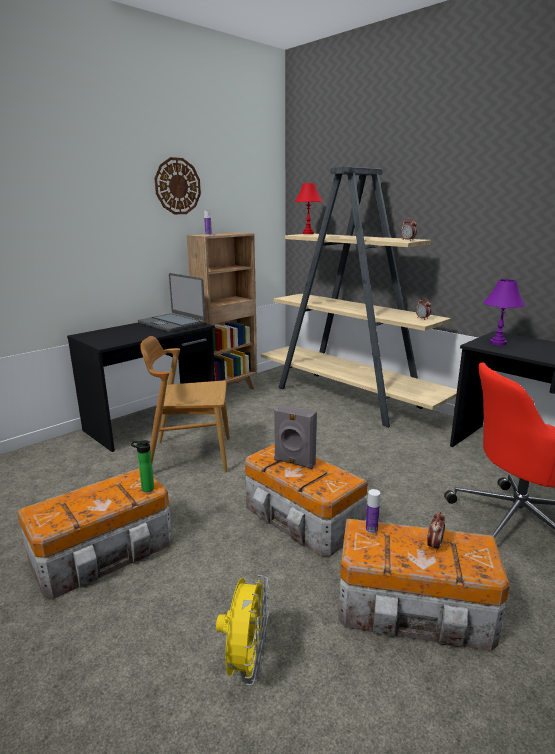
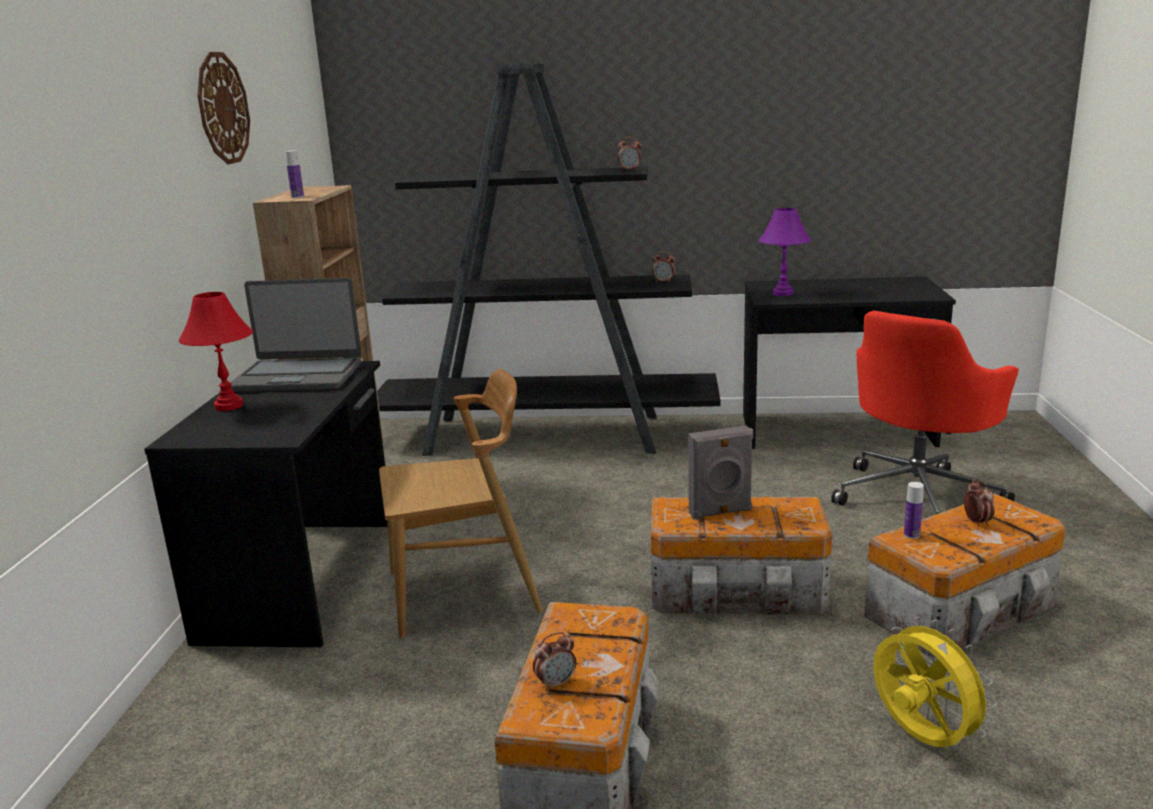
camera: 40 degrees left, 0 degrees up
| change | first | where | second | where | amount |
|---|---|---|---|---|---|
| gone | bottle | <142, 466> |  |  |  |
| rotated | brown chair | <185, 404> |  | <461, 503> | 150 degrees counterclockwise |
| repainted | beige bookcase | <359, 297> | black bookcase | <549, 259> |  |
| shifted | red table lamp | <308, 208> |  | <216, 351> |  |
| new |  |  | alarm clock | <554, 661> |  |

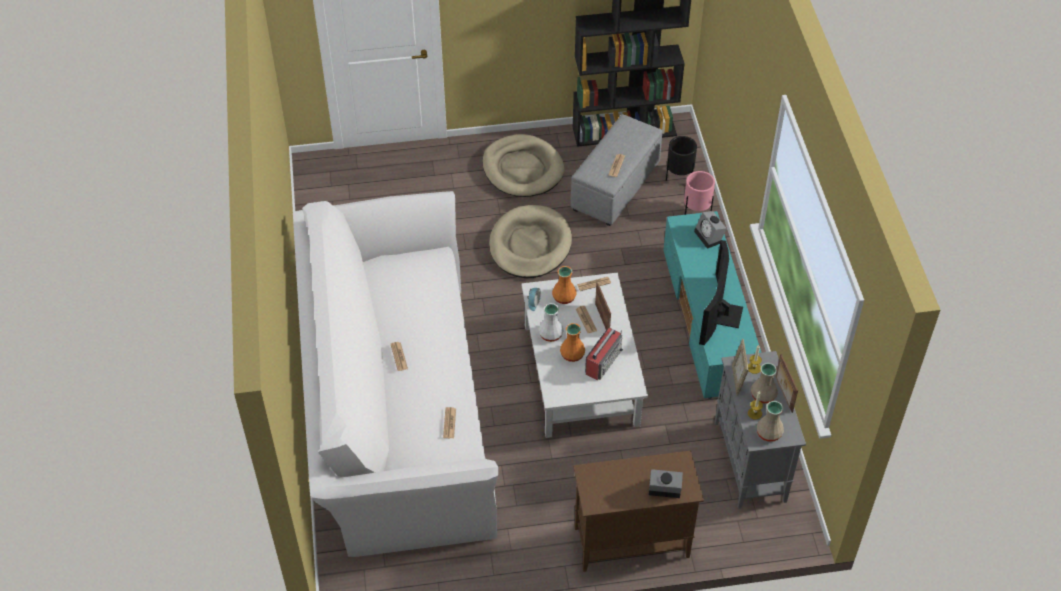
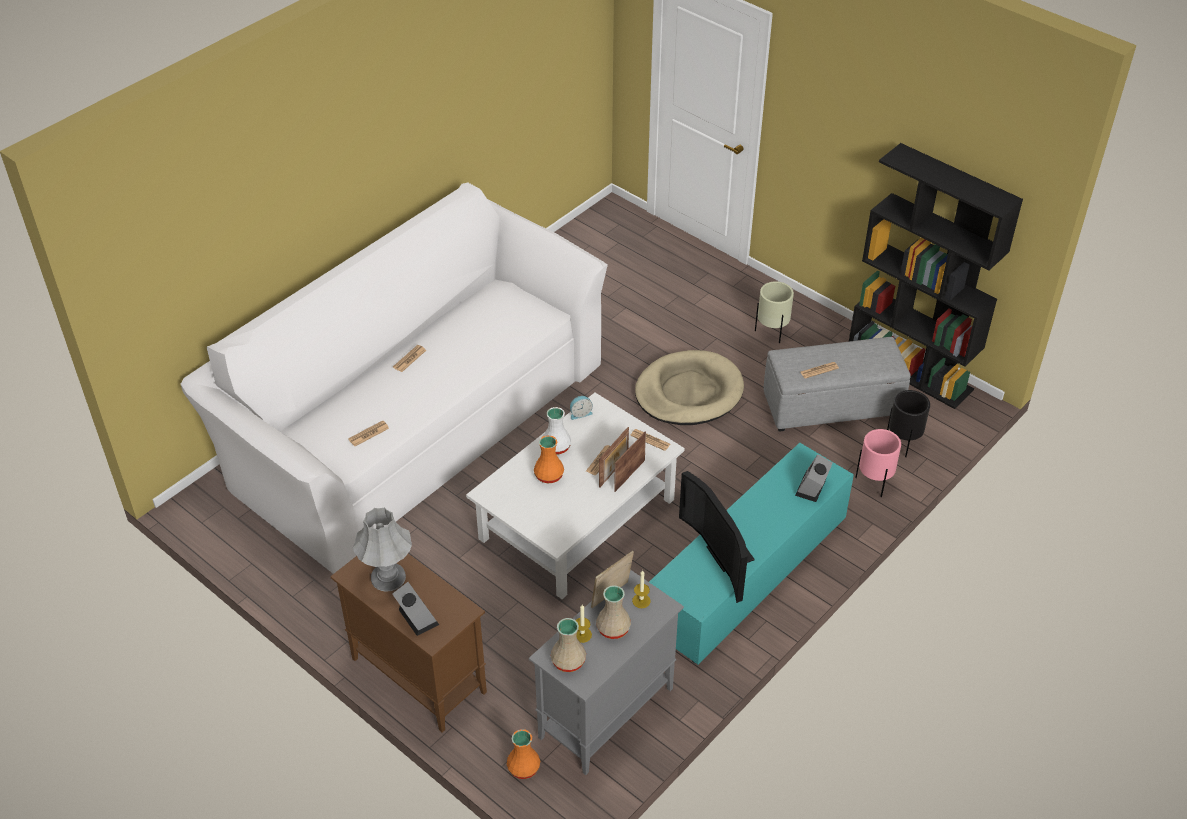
camera: 50 degrees right, 5 degrees down
| change | first | where | second | where | amount |
|---|---|---|---|---|---|
| swapped | beige dog bed | <523, 165> | beige planter | <774, 312> |  |
| shifted | orange vase | <564, 285> |  | <523, 754> |  |
| gone | radio | <604, 354> |  |  |  |
| rotated | television | <721, 292> |  | <717, 537> | 90 degrees counterclockwise |
| shifted | picture frame | <786, 383> |  | <630, 462> |  |
| new |  |  | grey table lamp | <382, 549> |  |

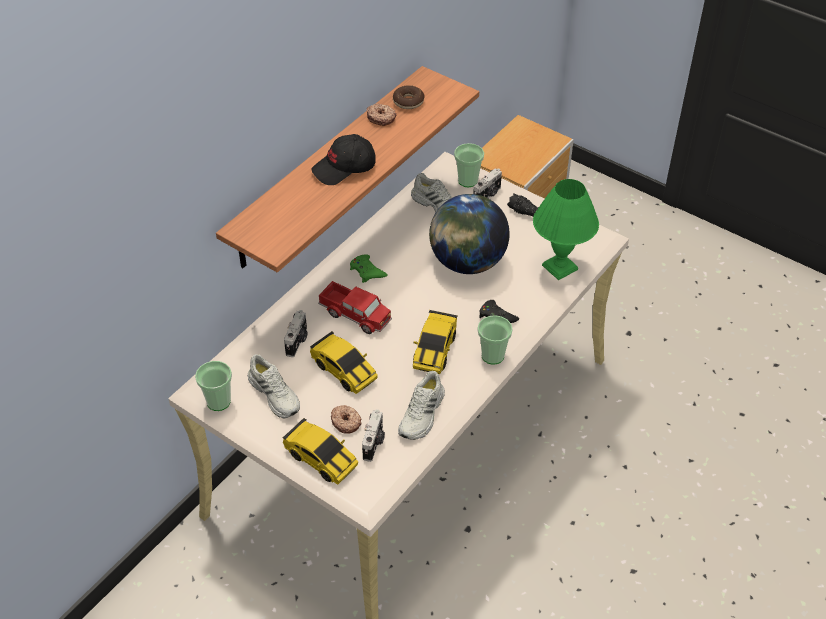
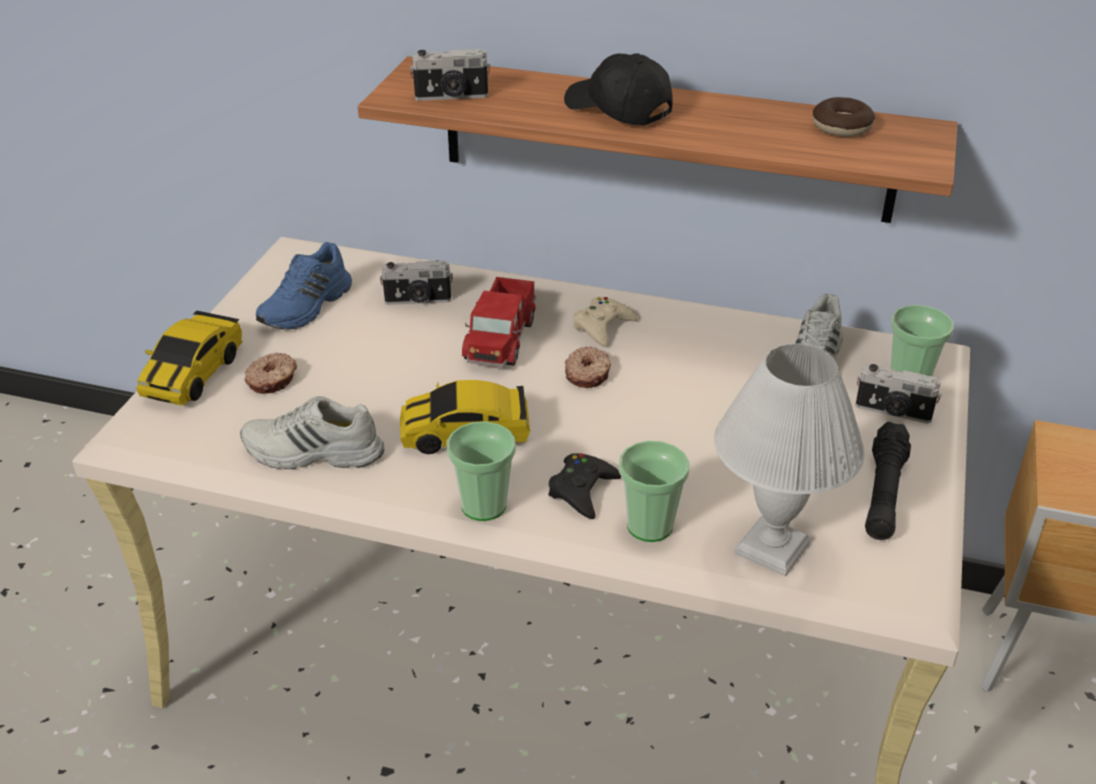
camera: 70 degrees right, 10 degrees down
| change | first | where | second | where | amount |
|---|---|---|---|---|---|
| shifted | cup | <213, 386> |  | <654, 491> |  |
| repainted | white shoe | <274, 386> | blue shoe | <304, 285> |  |
| gone | toy car | <344, 362> |  |  |  |
| repainted | green game controller | <369, 268> | beige game controller | <605, 322> |  |
| shifted | photo camera | <373, 435> |  | <450, 75> |  |
| shifted | donut | <381, 114> |  | <588, 367> |  |
| gone | globe | <469, 234> |  |  |  |
| repainted | green table lamp | <566, 229> | white table lamp | <789, 460> |  |

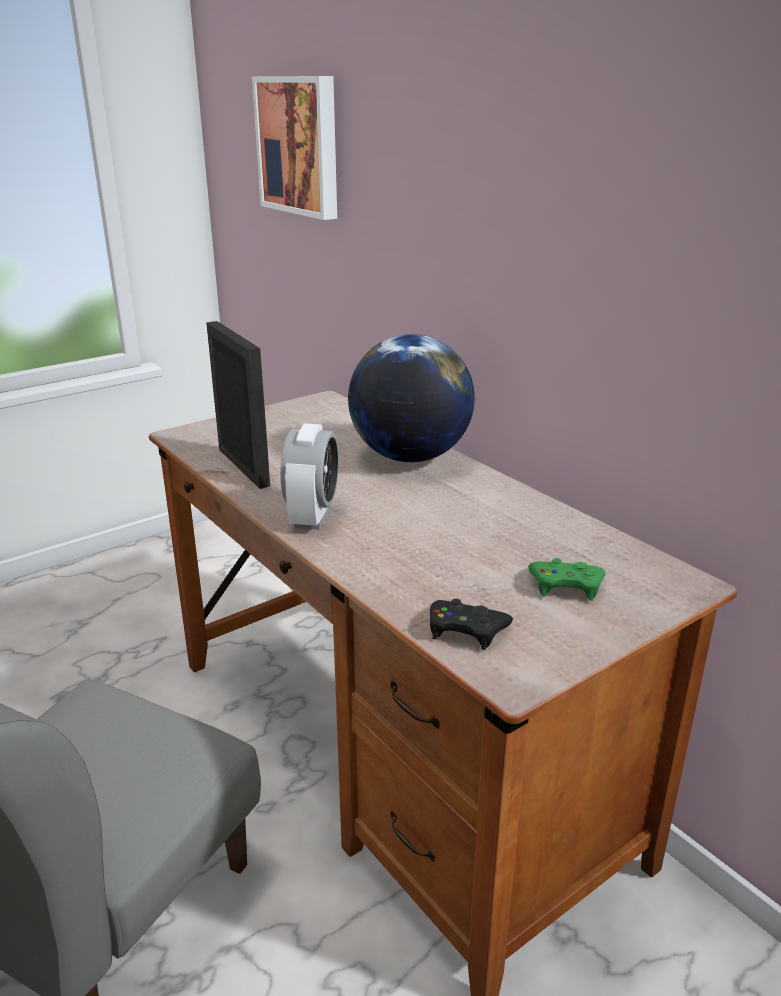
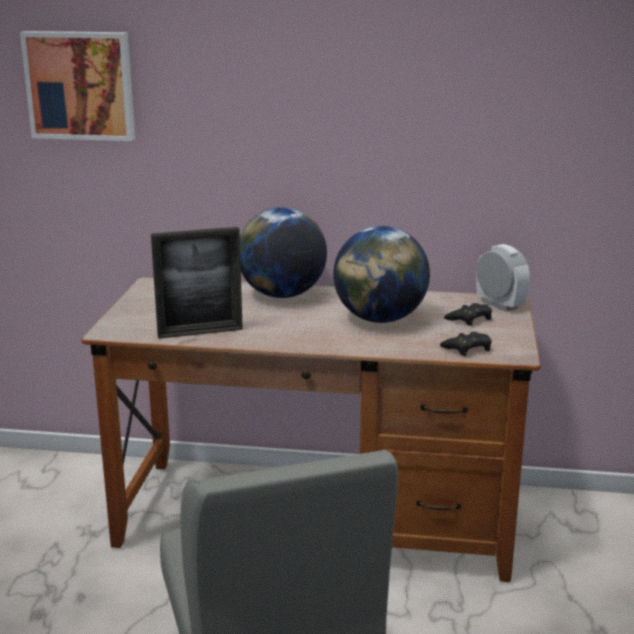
camera: 45 degrees left, 5 degrees down
| change | first | where | second | where | amount |
|---|---|---|---|---|---|
| rotated | picture frame | <238, 405> |  | <197, 283> | 150 degrees clockwise |
| shifted | alarm clock | <309, 476> |  | <503, 278> |  |
| repainted | green game controller | <567, 579> | black game controller | <468, 314> |  |
| new |  |  | globe | <381, 274> |  |

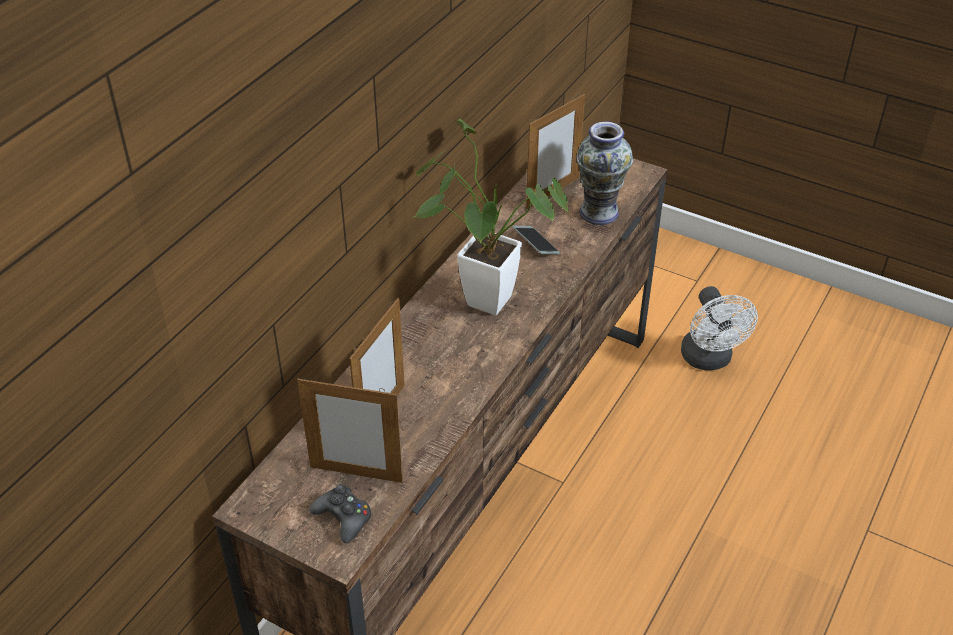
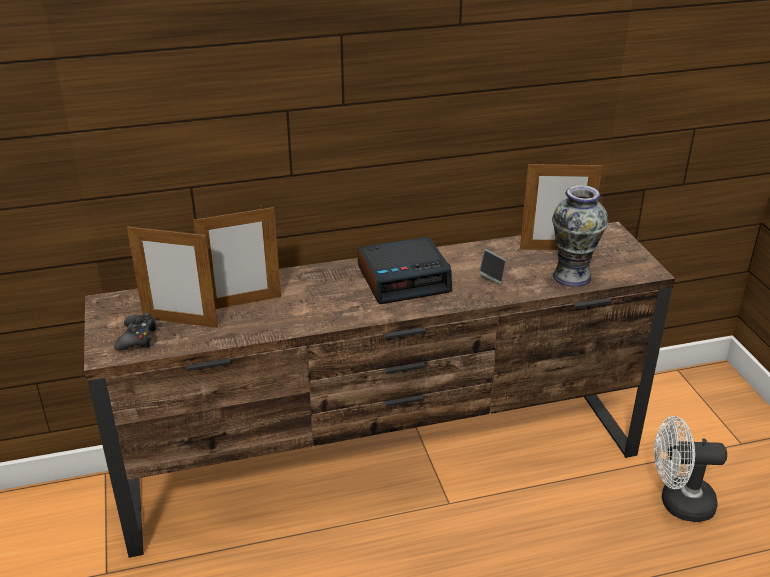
camera: 45 degrees right, 10 degrees down
| change | first | where | second | where | amount |
|---|---|---|---|---|---|
| rotated | picture frame | <350, 430> |  | <172, 276> | 45 degrees counterclockwise |
| swapped | potted plant | <491, 217> | alarm clock | <404, 270> |  |
| rotated | white fan | <719, 328> |  | <690, 469> | 60 degrees clockwise |

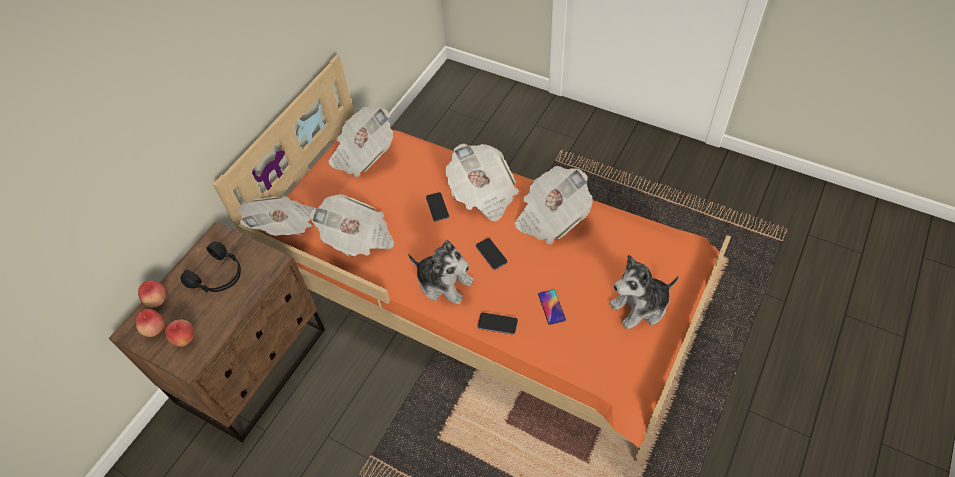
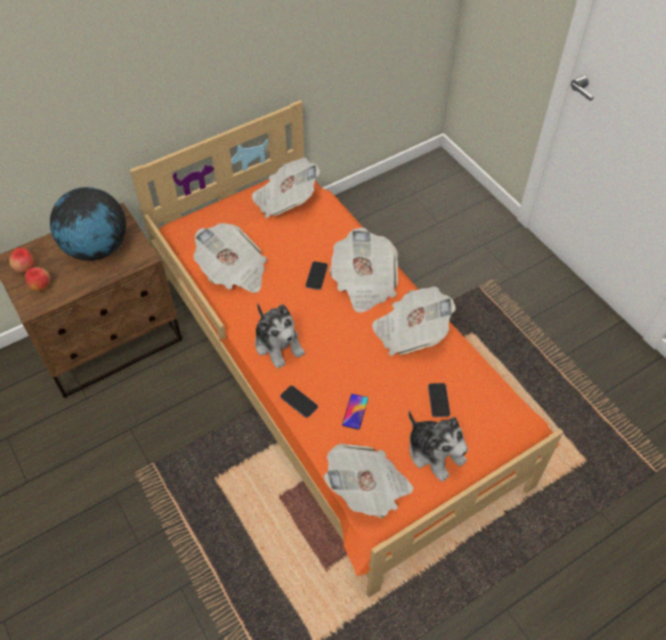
camera: 25 degrees right, 0 degrees up
| change | first | where | second | where | amount |
|---|---|---|---|---|---|
| gone | apple | <152, 294> |  |  |  |
| swapped | black headphones | <210, 267> | globe | <88, 224> |  |
| shifted | newspaper | <277, 216> |  | <368, 480> |  |
| shifted | phone | <491, 254> |  | <439, 400> |  |
| rotated | plush toy | <644, 292> |  | <438, 446> | 135 degrees counterclockwise |

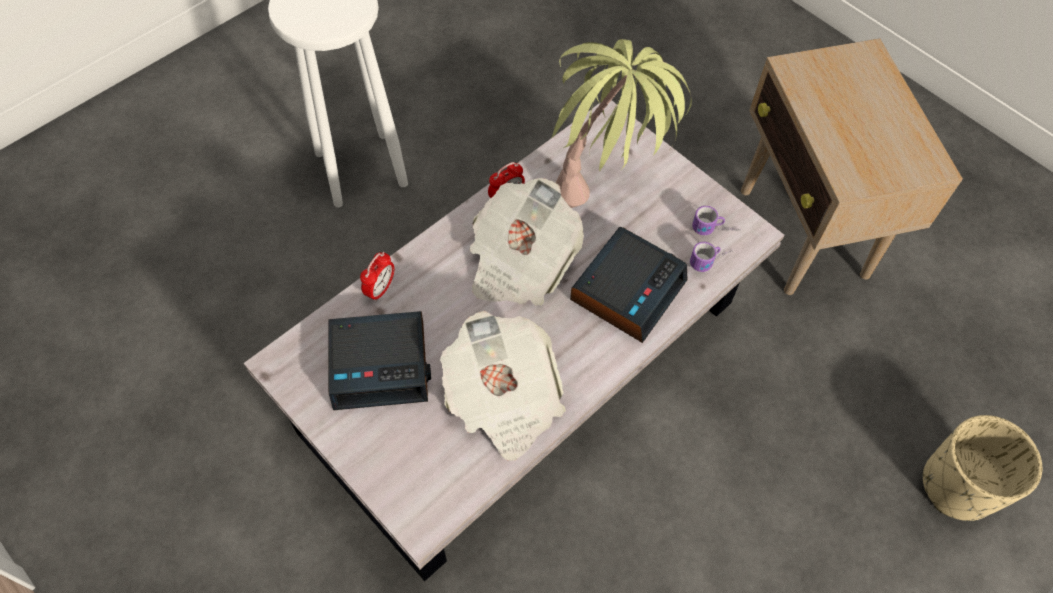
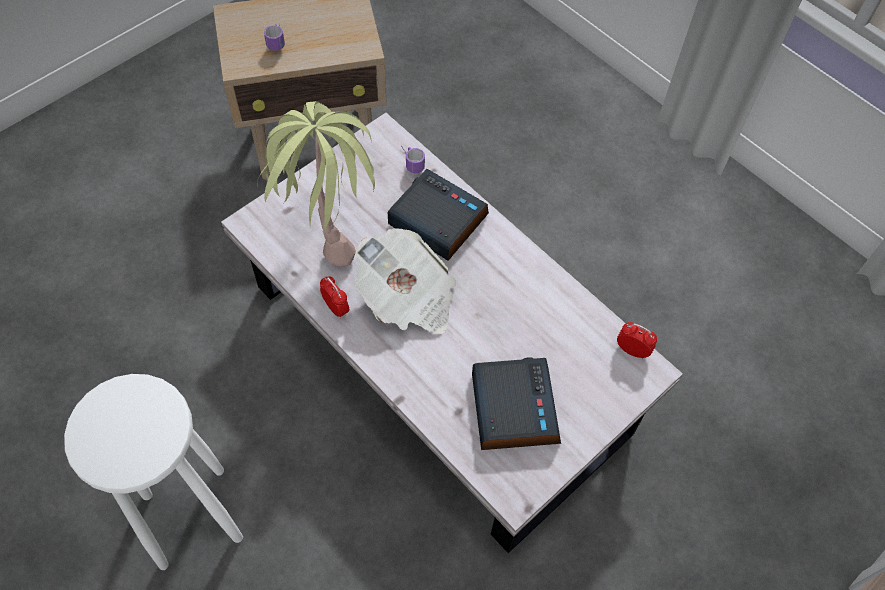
camera: 90 degrees left, 0 degrees up
| change | first | where | second | where | amount |
|---|---|---|---|---|---|
| shifted | alarm clock | <377, 277> |  | <637, 340> |  |
| gone | newspaper | <503, 386> |  |  |  |
| shifted | mug | <716, 221> |  | <274, 37> |  |
| gone | beige planter | <982, 468> |  |  |  |

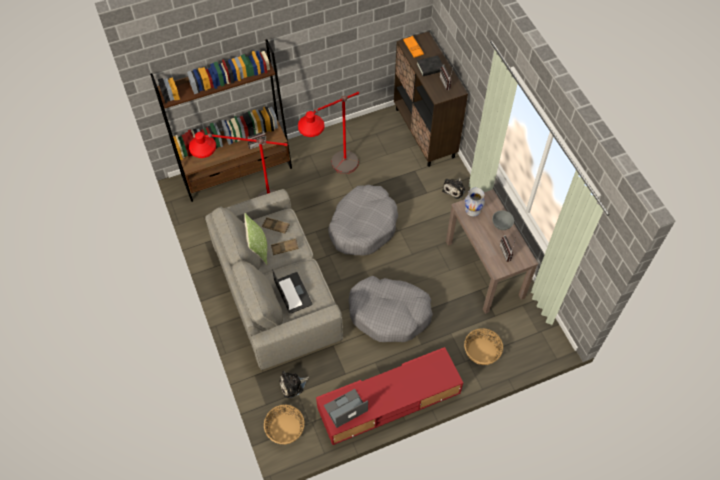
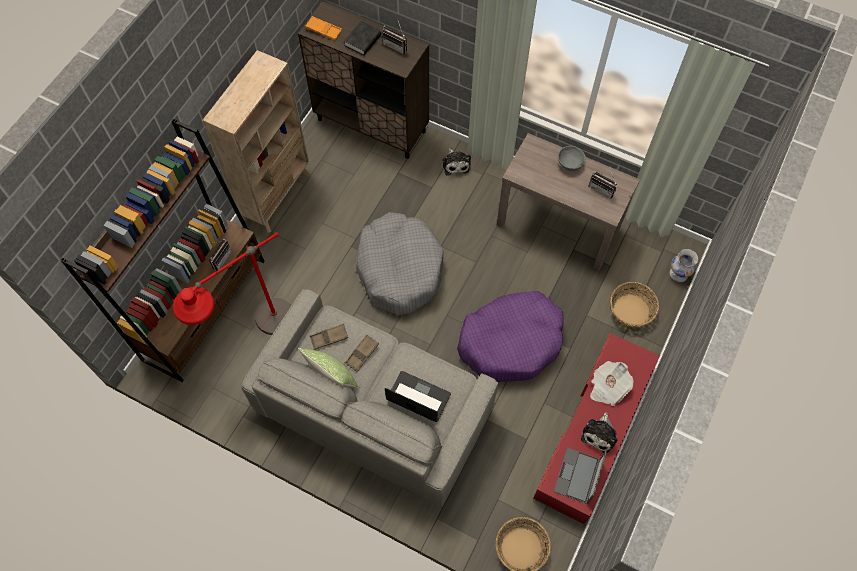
camera: 40 degrees left, 5 degrees up
| change | first | where | second | where | amount |
|---|---|---|---|---|---|
| shifted | plush toy | <294, 384> |  | <599, 432> |  |
| gone | red floor lamp | <328, 133> |  |  |  |
| repainted | grey dog bed | <391, 309> | purple dog bed | <510, 336> |  |
| shifted | white vase | <475, 202> |  | <684, 265> |  |
| new |  |  | beige bookcase | <256, 141> |  |
| new |  |  | newspaper | <611, 383> |  |

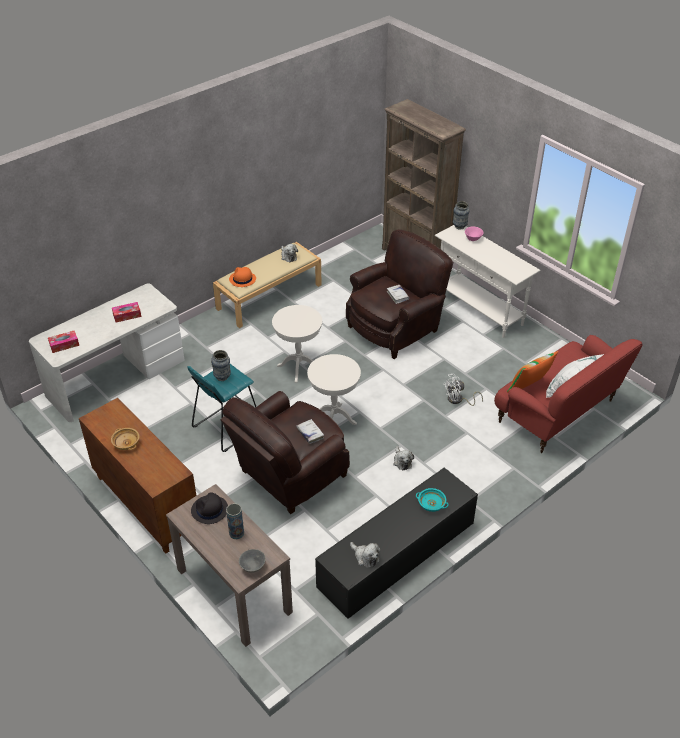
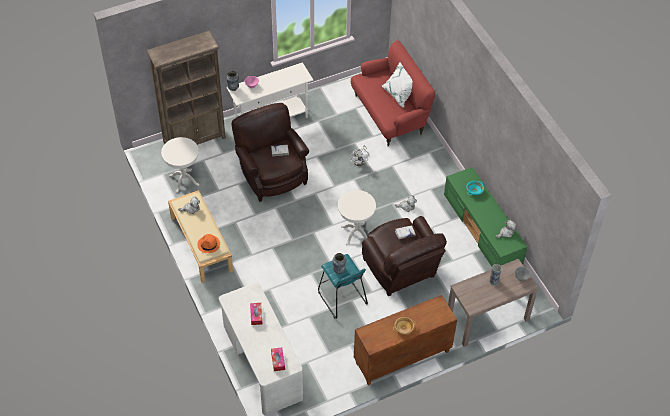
camera: 75 degrees left, 10 degrees up
| change | first | where | second | where | amount |
|---|---|---|---|---|---|
| gone | black hat | <209, 508> |  |  |  |
| shifted | white side table | <297, 344> |  | <180, 165> |  |
| repainted | black tv stand | <396, 543> | green tv stand | <485, 217> |  |
| gone | pillow | <532, 371> |  |  |  |

